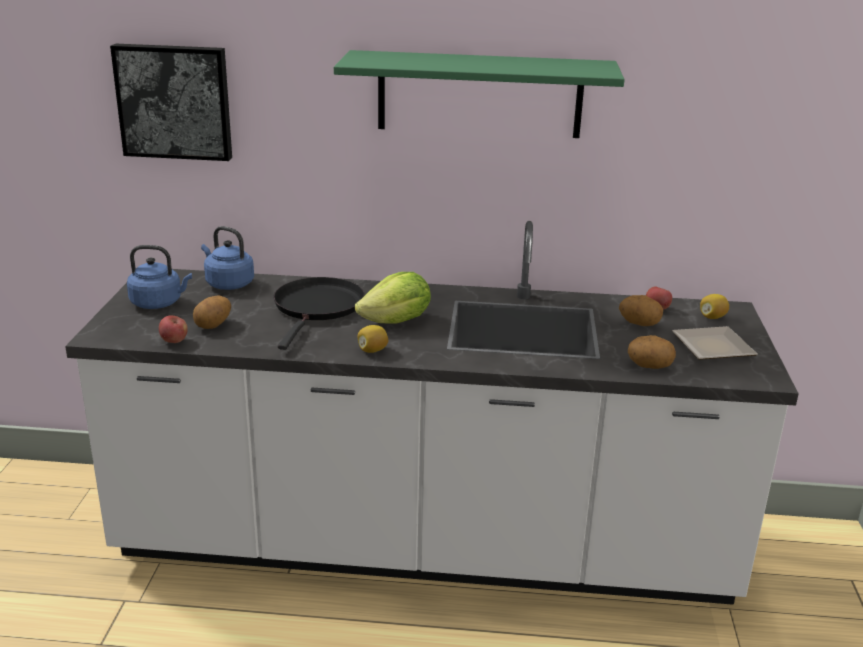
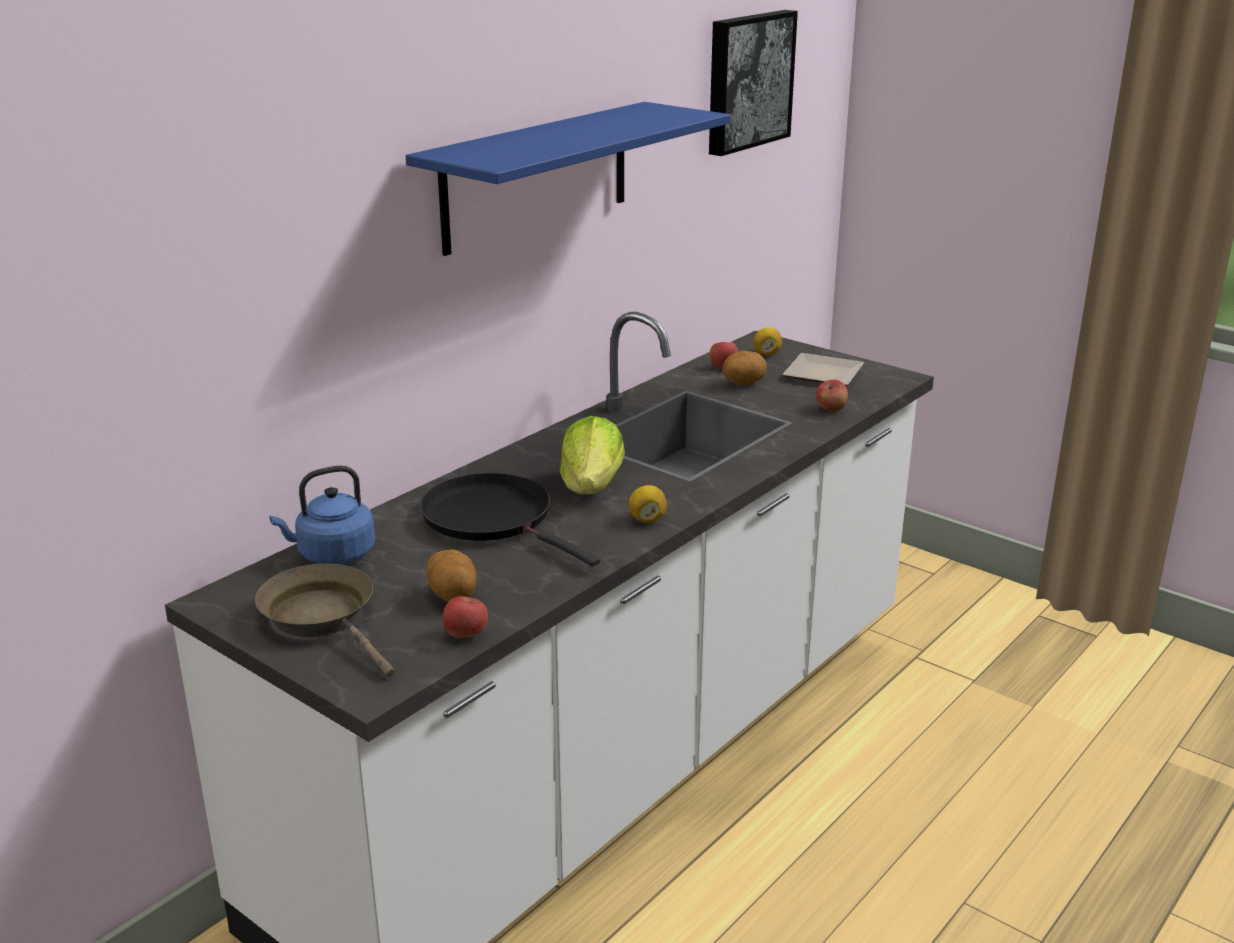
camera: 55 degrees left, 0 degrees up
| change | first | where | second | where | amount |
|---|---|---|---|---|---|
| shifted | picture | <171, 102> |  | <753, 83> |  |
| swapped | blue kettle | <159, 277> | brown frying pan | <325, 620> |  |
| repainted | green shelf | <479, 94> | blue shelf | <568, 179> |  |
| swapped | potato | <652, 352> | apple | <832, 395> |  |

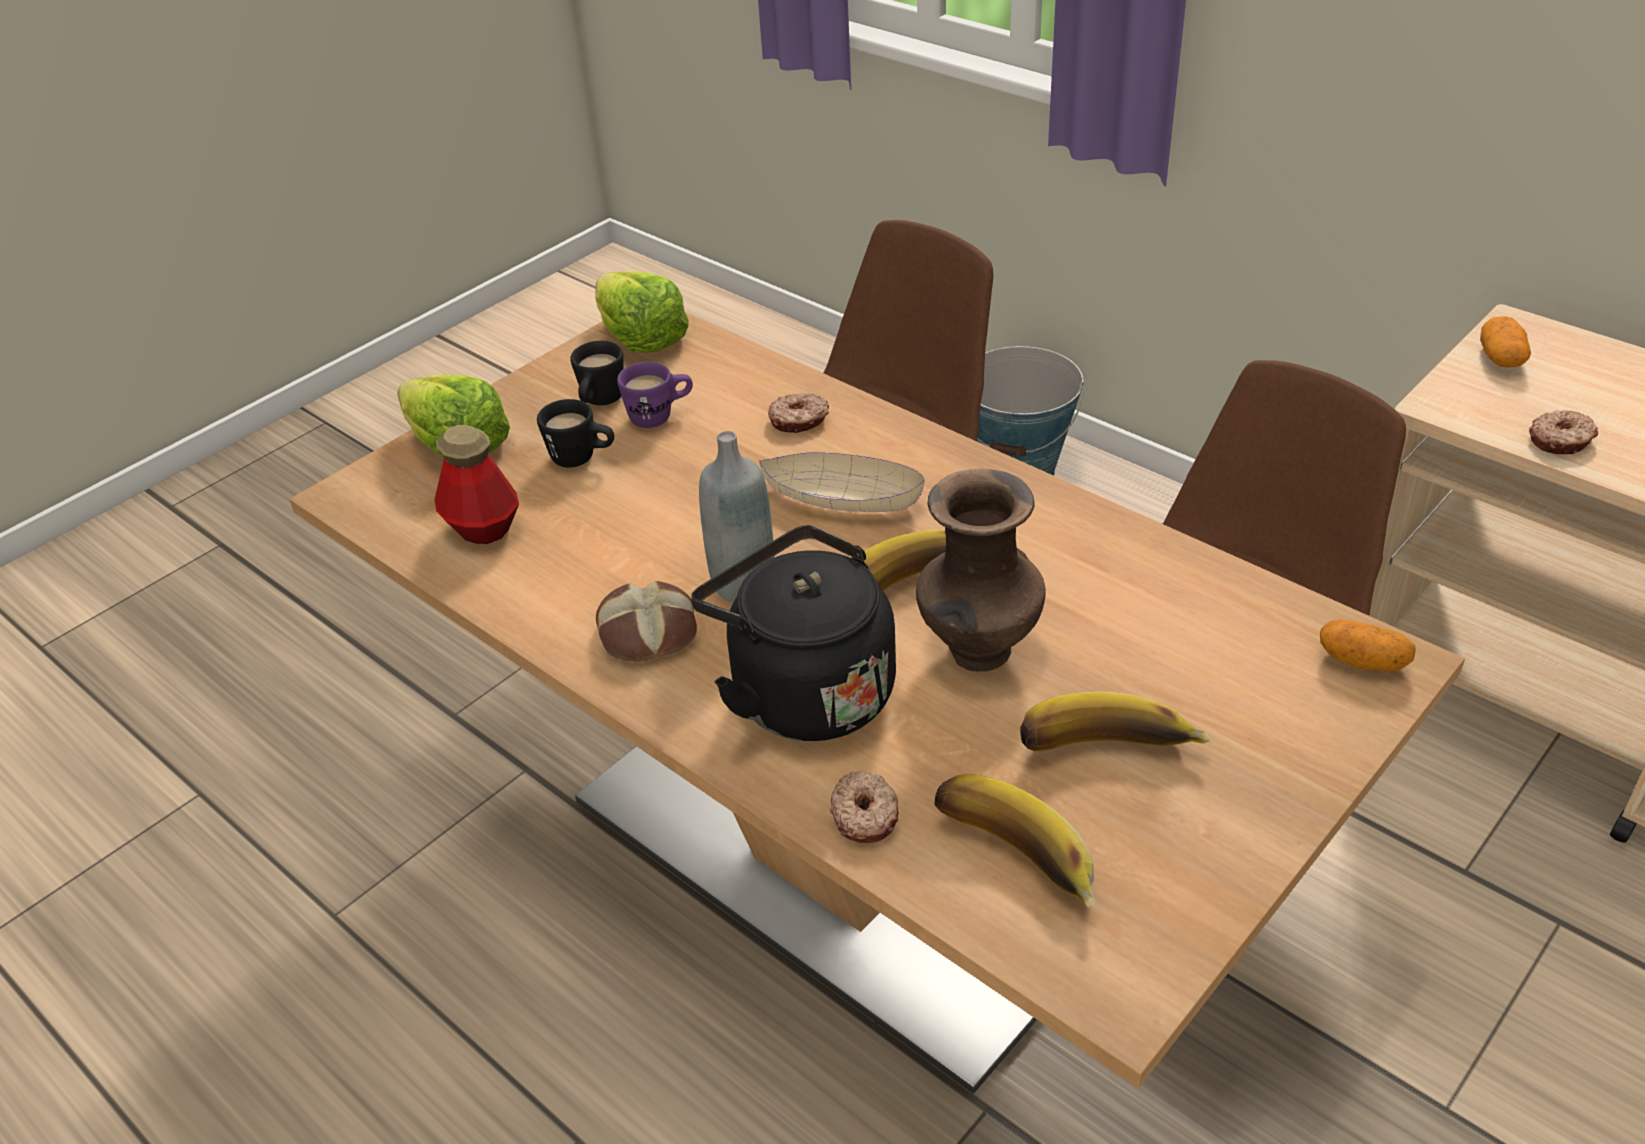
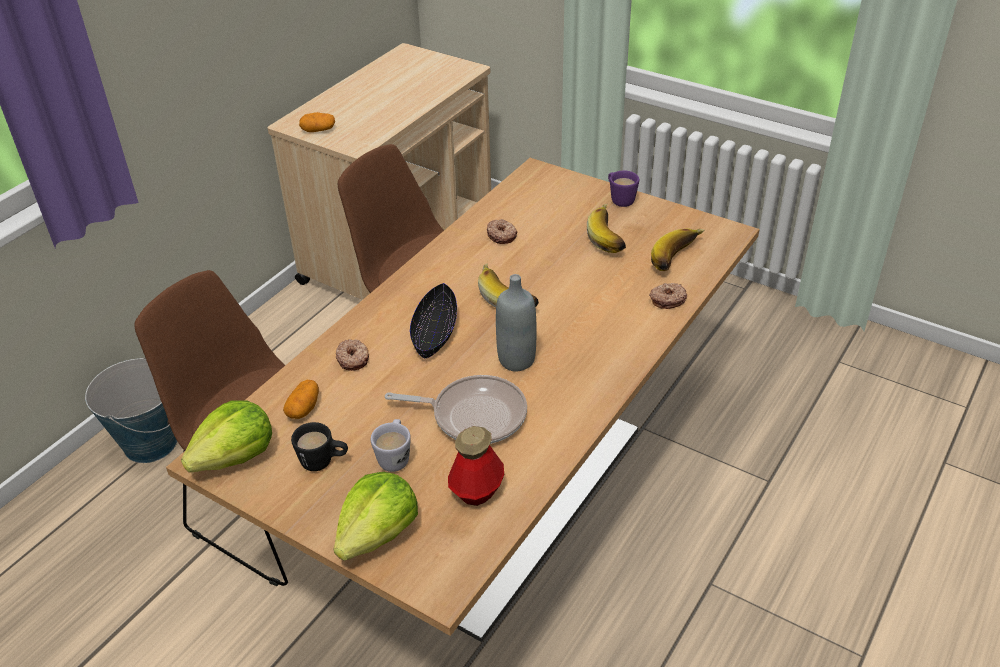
camera: 100 degrees left, 0 degrees up
| change | first | where | second | where | amount |
|---|---|---|---|---|---|
| repainted | black mug | <575, 433> | white mug | <391, 445> |  |
| gone | bread | <646, 621> |  |  |  |
| shifted | purple mug | <655, 395> |  | <623, 188> |  |
| gone | black kettle | <793, 633> |  |  |  |
| repainted | beige bowl | <842, 482> | black bowl | <433, 321> |  |
| gone | brown vase | <981, 570> |  |  |  |
| shifted | potato | <1368, 645> |  | <301, 399> |  |
| shifted | donut | <1563, 432> |  | <502, 231> |  |
| new |  |  | frying pan | <456, 409> |  |

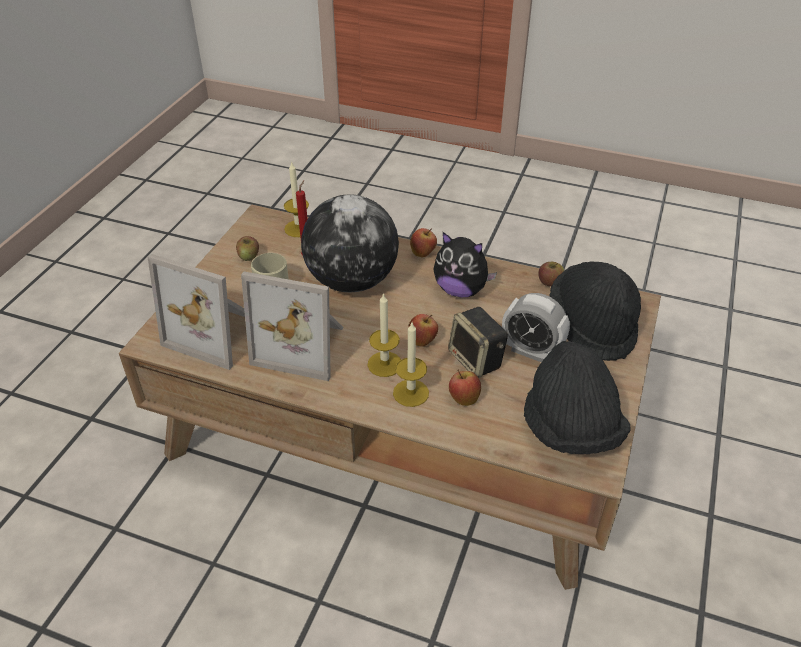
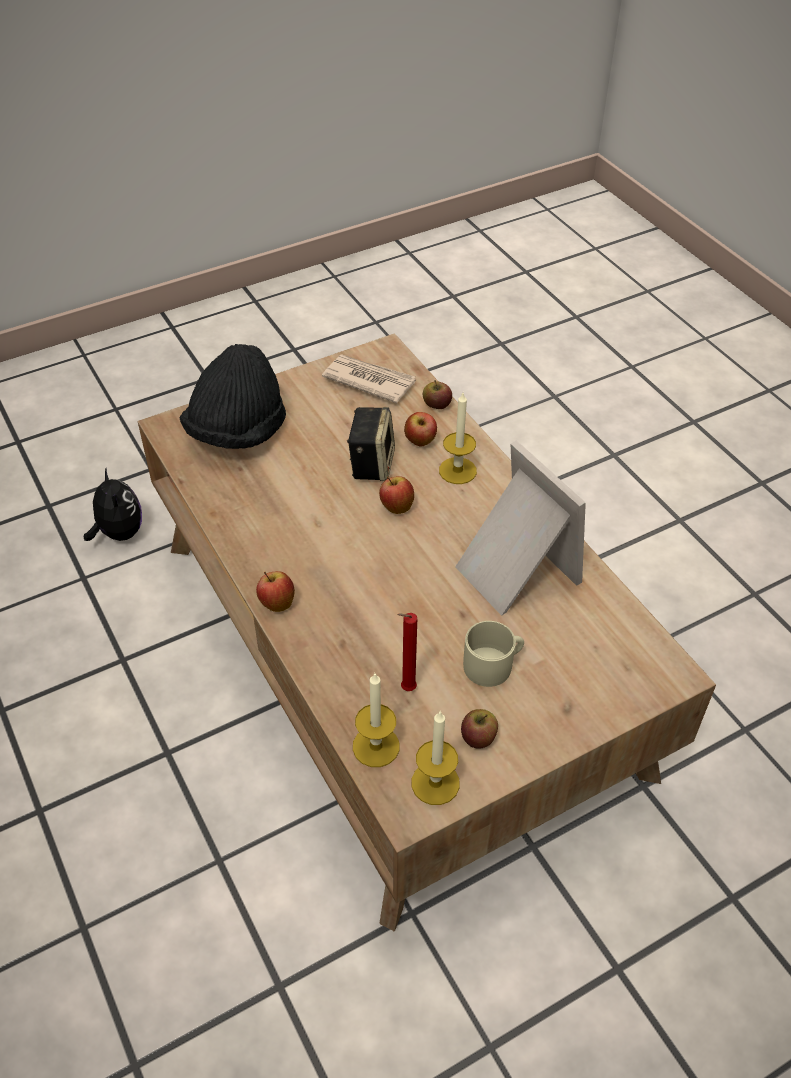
camera: 140 degrees left, 5 degrees up
| change | first | where | second | where | amount |
|---|---|---|---|---|---|
| gone | picture frame | <196, 312> |  |  |  |
| gone | globe | <350, 243> |  |  |  |
| shifted | candle | <384, 335> |  | <436, 758> |  |
| shifted | plush toy | <465, 264> |  | <113, 505> |  |
| gone | alarm clock | <536, 327> |  |  |  |
| swapped | black hat | <577, 397> | newspaper | <369, 379> |  |
| shifted | apple | <551, 274> |  | <437, 394> |  |

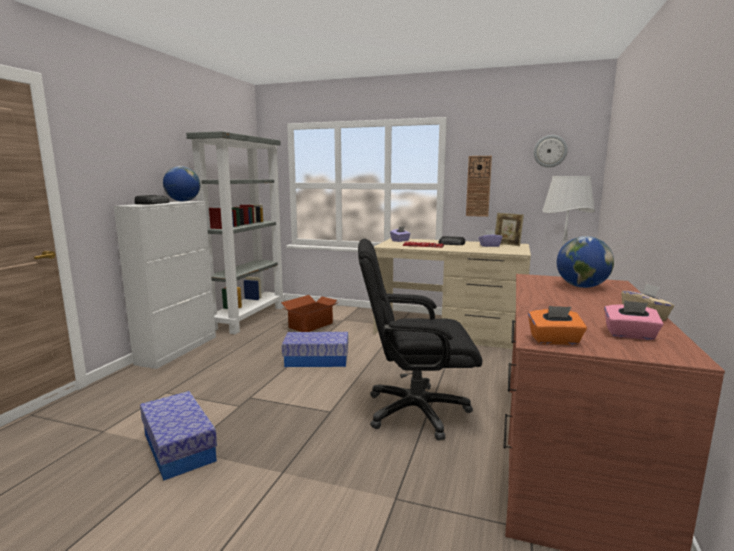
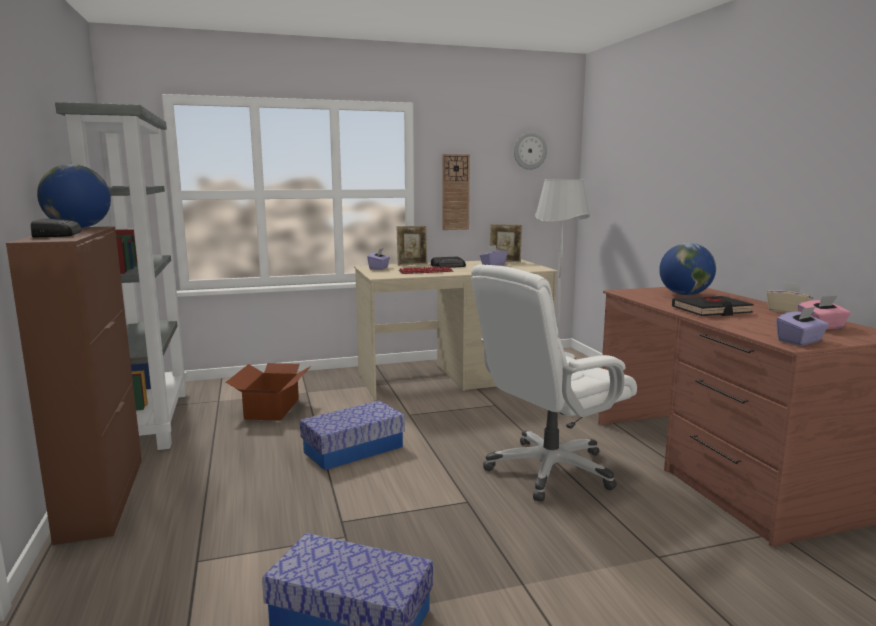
camera: 35 degrees left, 0 degrees up
| change | first | where | second | where | amount |
|---|---|---|---|---|---|
| repainted | white cabinet | <165, 285> | brown cabinet | <74, 385> |  |
| repainted | black office chair | <420, 339> | white office chair | <554, 383> |  |
| repainted | orange tissue box | <557, 325> | purple tissue box | <802, 326> |  |
| new |  |  | picture frame | <412, 246> |  |
| new |  |  | black book | <713, 306> |  |

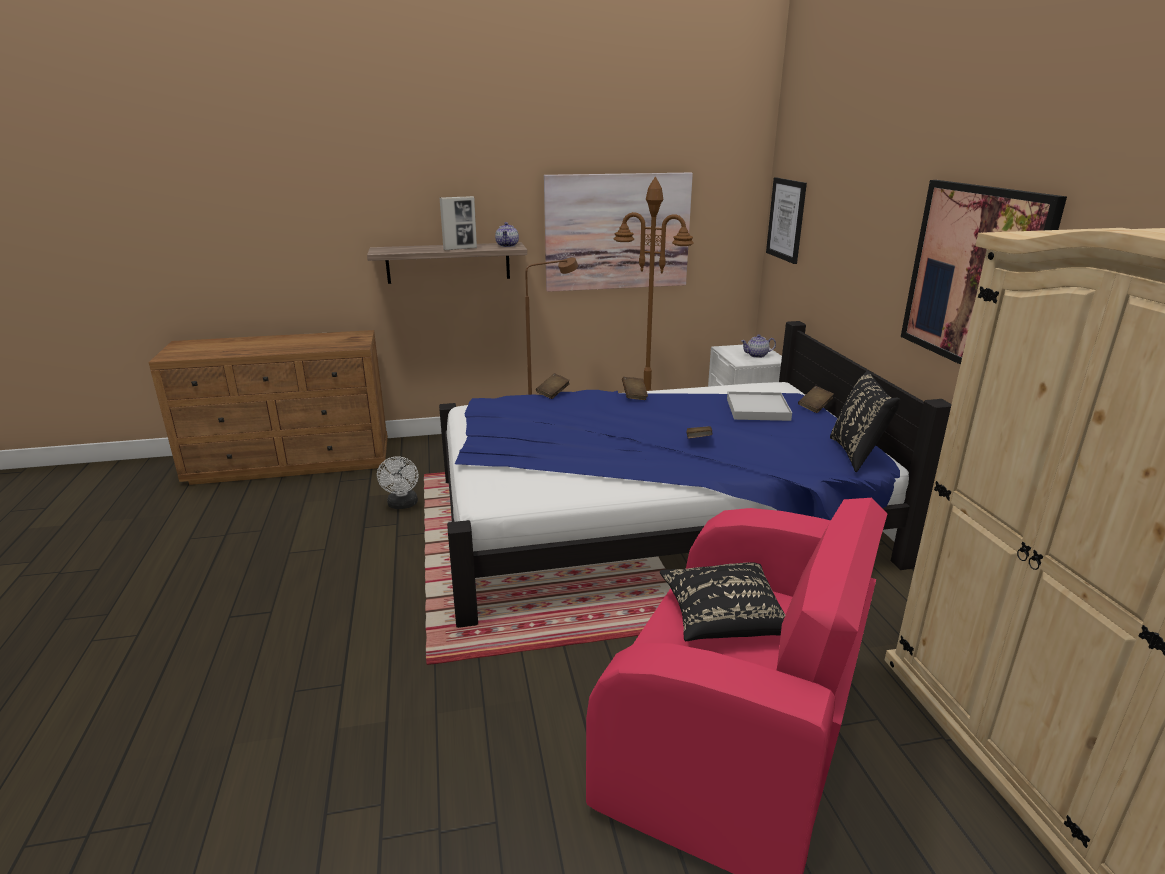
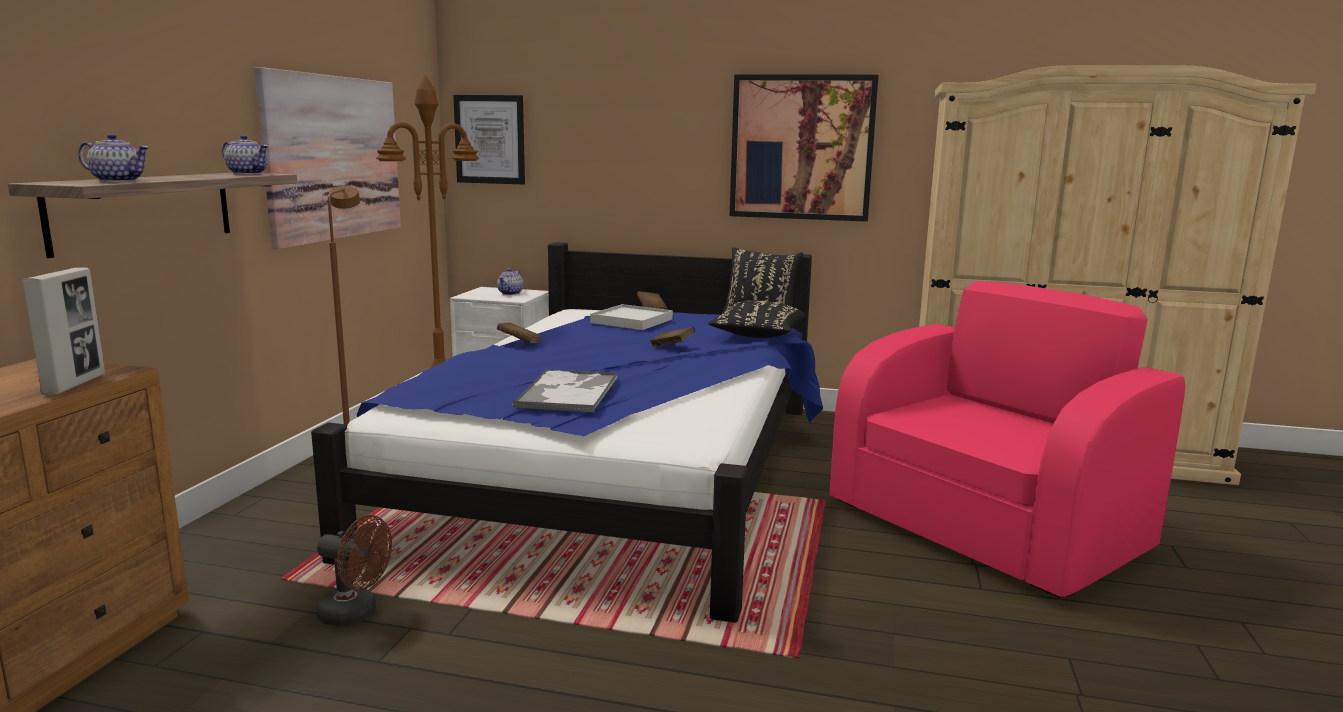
camera: 65 degrees left, 10 degrees down
| change | first | where | second | where | amount |
|---|---|---|---|---|---|
| repainted | white fan | <397, 482> | brown fan | <354, 570> |  |
| shifted | picture frame | <458, 223> |  | <63, 331> |  |
| gone | brown book | <553, 386> |  |  |  |
| shifted | black pillow | <723, 601> |  | <756, 319> |  |
| new |  |  | teapot | <113, 158> |  |
| new |  |  | tray | <565, 390> |  |

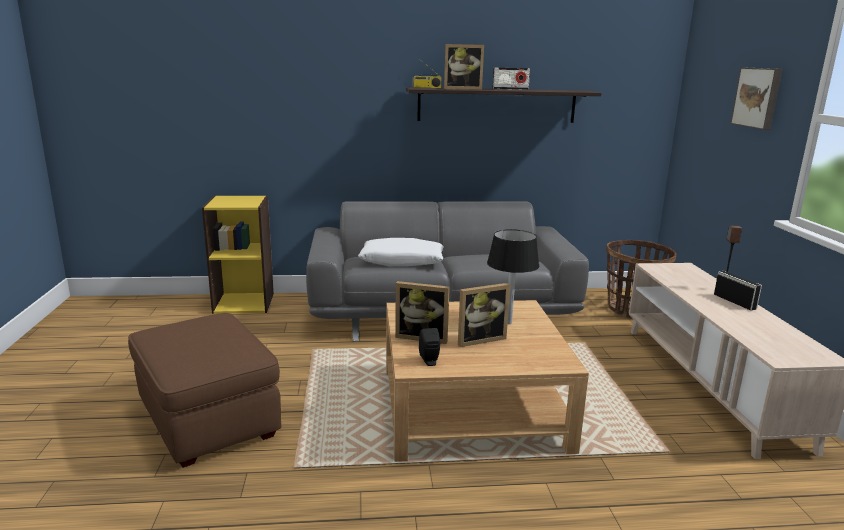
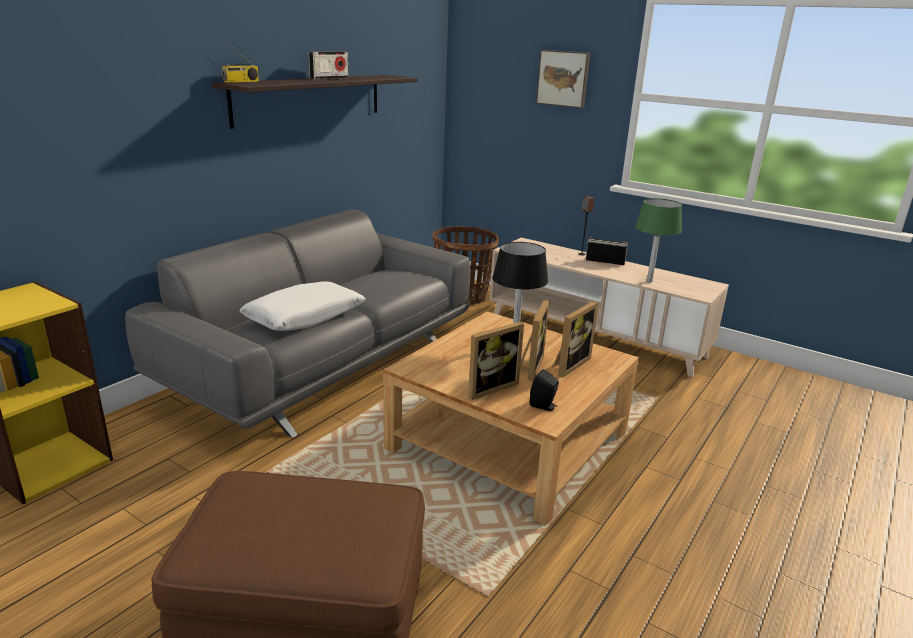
camera: 50 degrees left, 5 degrees up
| change | first | where | second | where | amount |
|---|---|---|---|---|---|
| shifted | picture frame | <464, 67> |  | <576, 339> |  |
| new |  |  | green table lamp | <658, 240> |  |

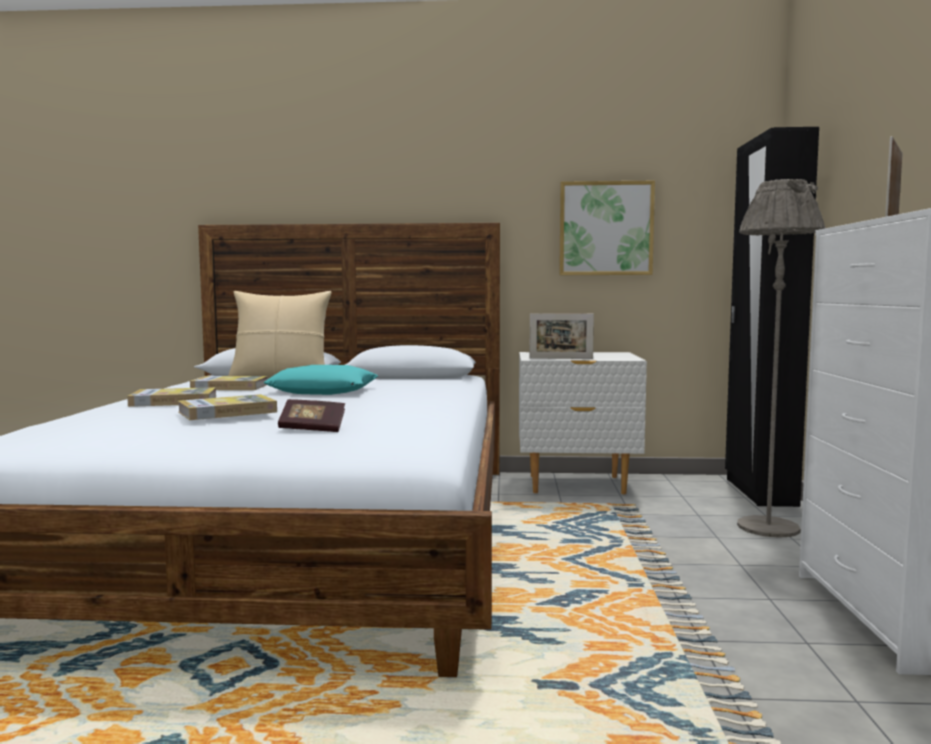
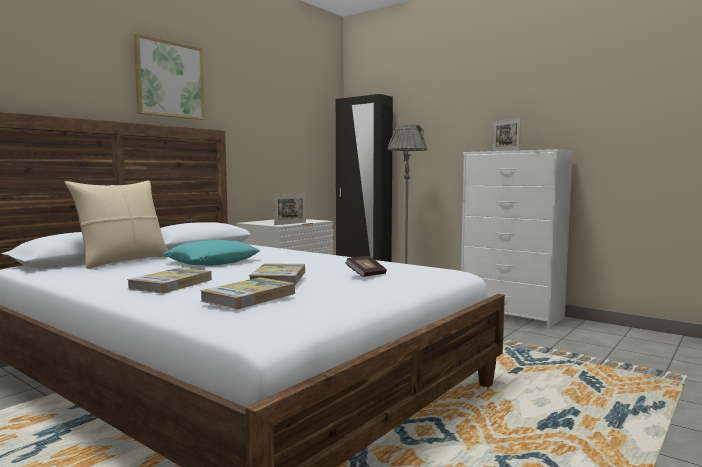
camera: 55 degrees left, 0 degrees up
| change | first | where | second | where | amount |
|---|---|---|---|---|---|
| shifted | book | <229, 383> |  | <247, 294> |  |
| shifted | picture | <607, 228> |  | <169, 77> |  |

